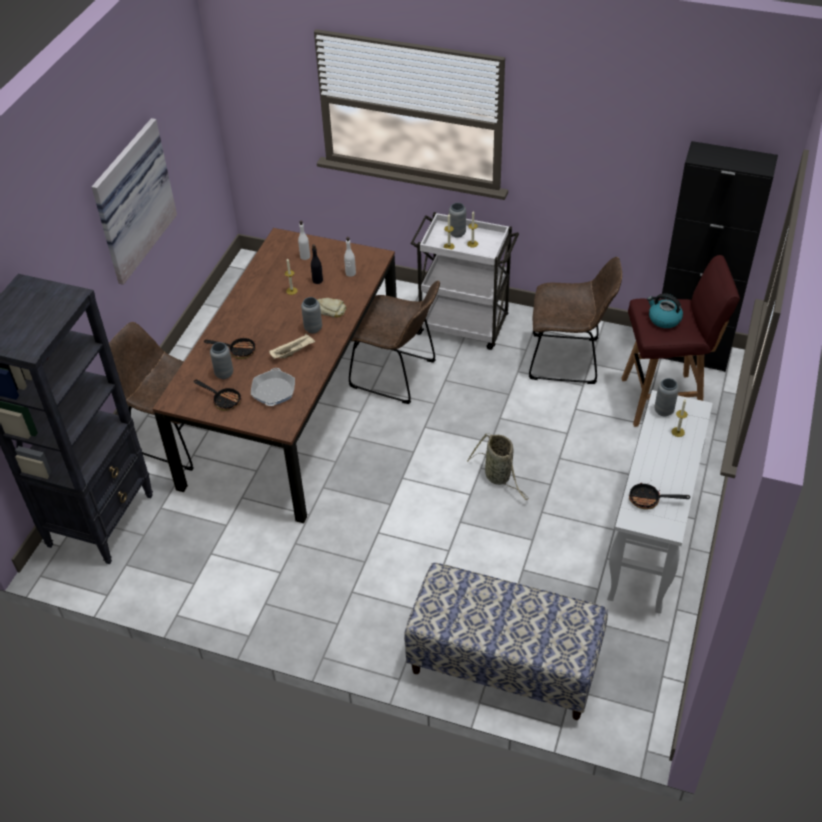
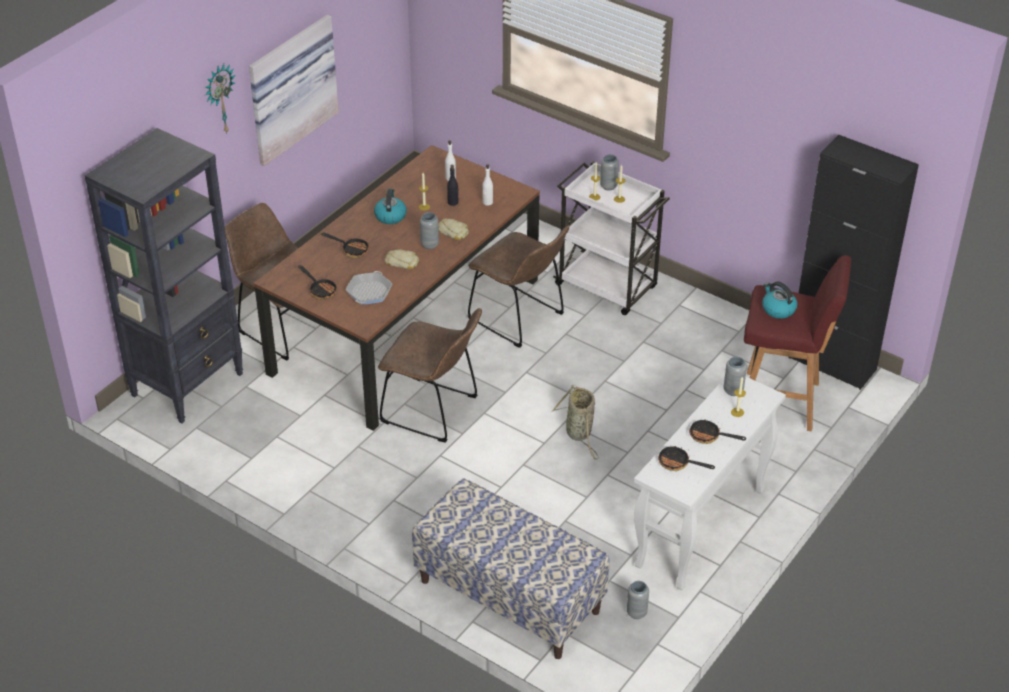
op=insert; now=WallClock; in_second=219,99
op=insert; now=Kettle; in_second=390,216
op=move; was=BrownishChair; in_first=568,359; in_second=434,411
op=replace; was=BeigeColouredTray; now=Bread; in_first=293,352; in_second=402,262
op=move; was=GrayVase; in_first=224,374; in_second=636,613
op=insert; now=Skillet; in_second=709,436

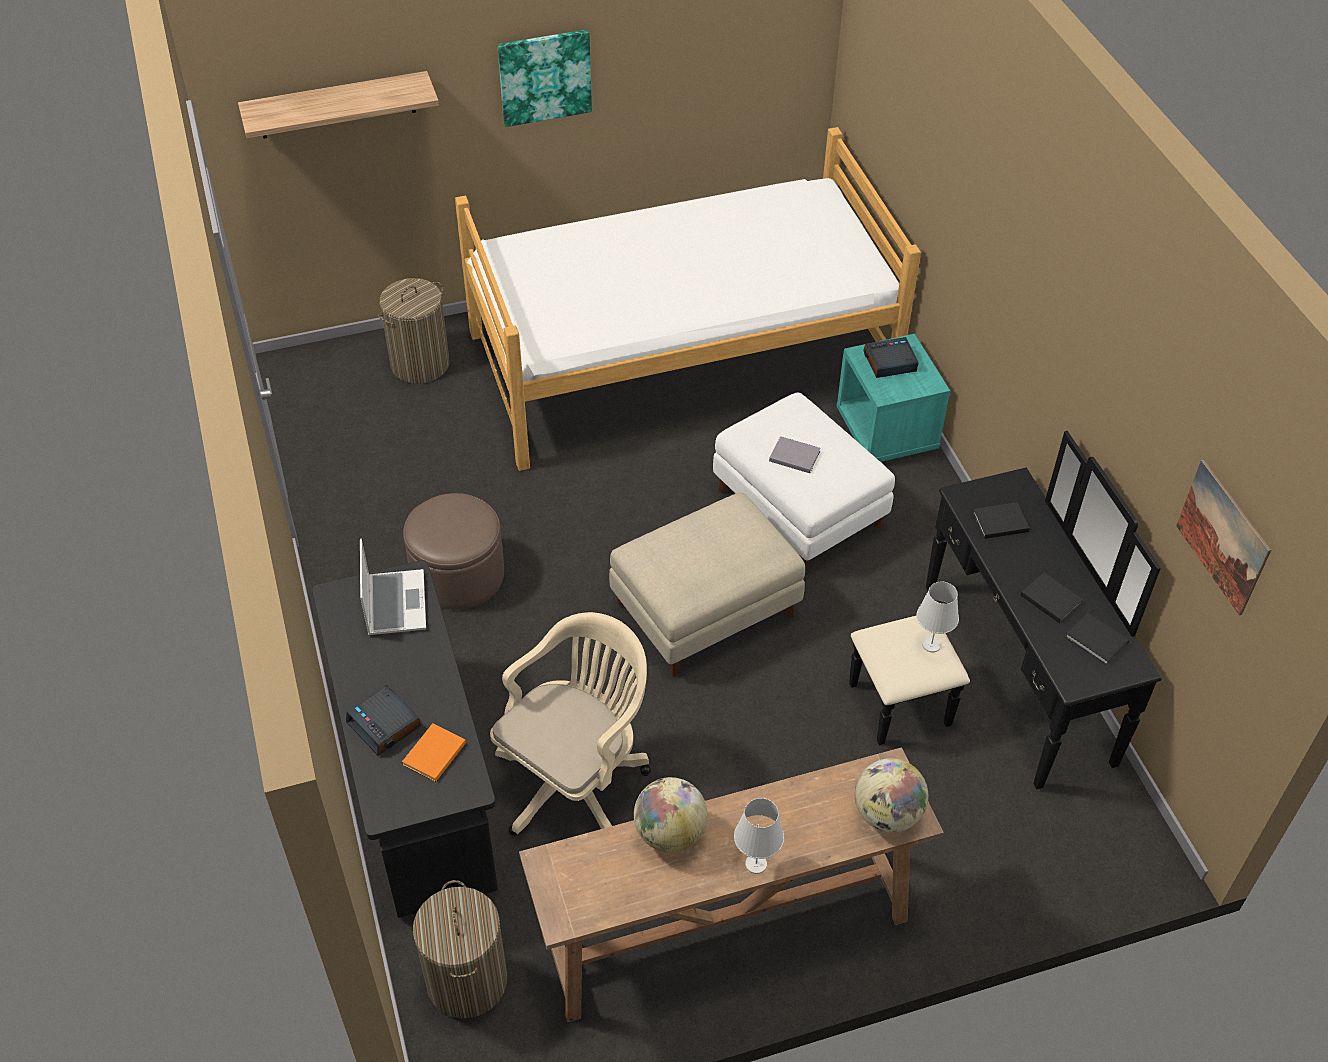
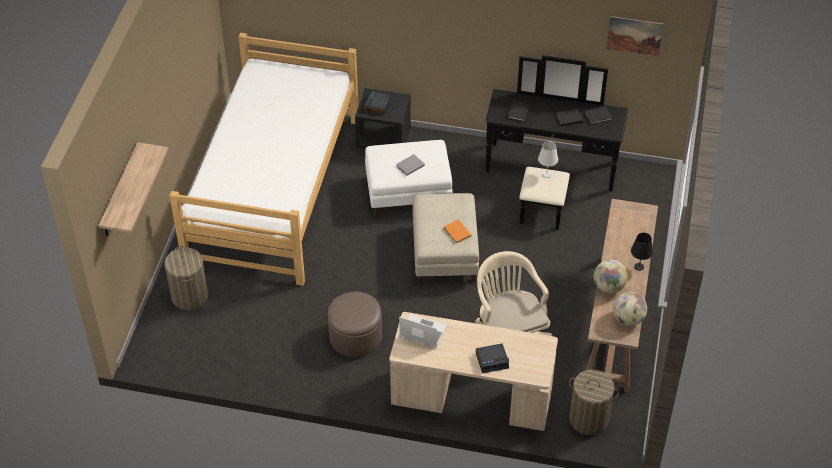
op=recolor; was=TurquoiseNightTable; now=BlackishNightTable; in_first=887,431; in_second=384,139
op=recolor; was=BlackishDeskUnit; now=BeigeColouredDeskUnit; in_first=416,780; in_second=471,399
op=move; was=OrangeBoundBook; in_first=432,754; in_second=457,233
op=move; was=WorldGlobe; in_first=887,814; in_second=628,319
op=recolor; was=WhitishTabletopLamp; now=BlackishTabletopLamp; in_first=755,864; in_second=639,267
op=delete; was=WallPicture; in_first=544,76

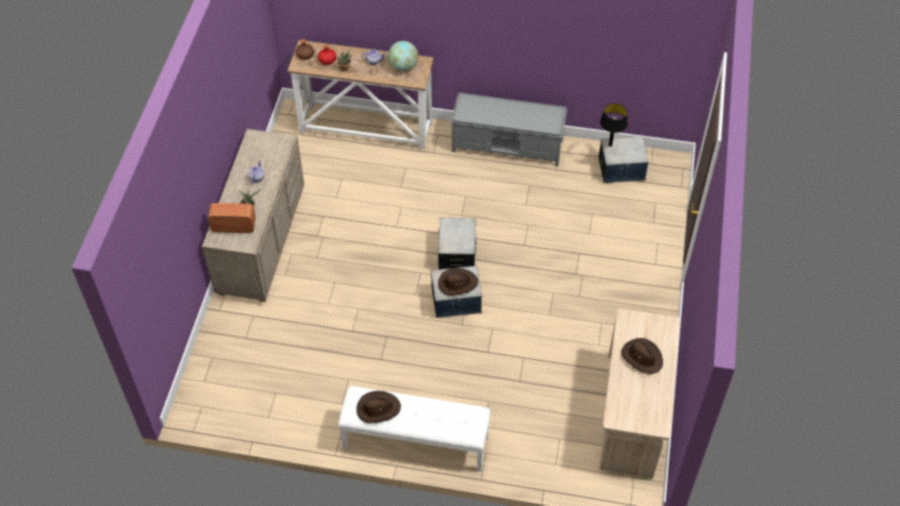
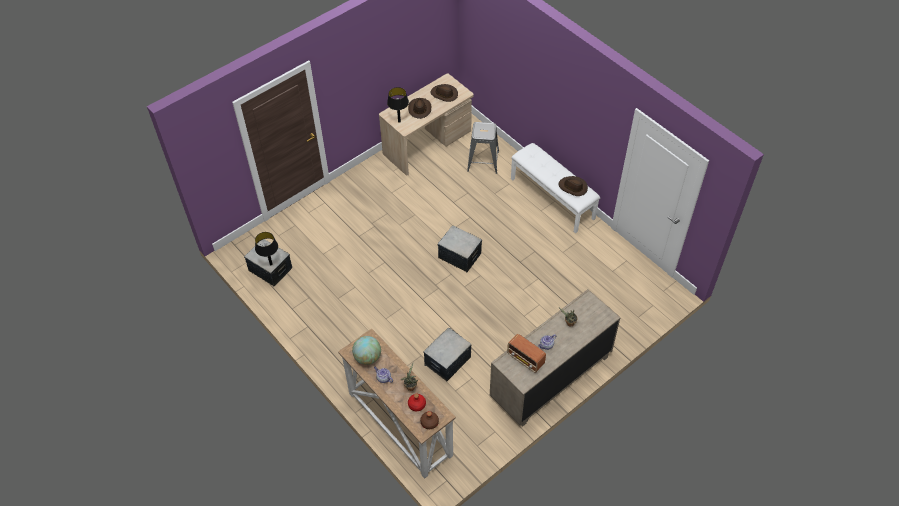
op=insert; now=BlackishTabletopLamp; in_second=399,121
op=move; was=StorageContainer; in_first=457,254; in_second=447,361
op=move; was=BrownishClothingHat; in_first=457,283; in_second=444,94
op=insert; now=GrayStool; in_second=483,161
op=move; was=RadioReceiver; in_first=233,226; in_second=526,359
op=delete; was=GrayBench; in_first=508,145

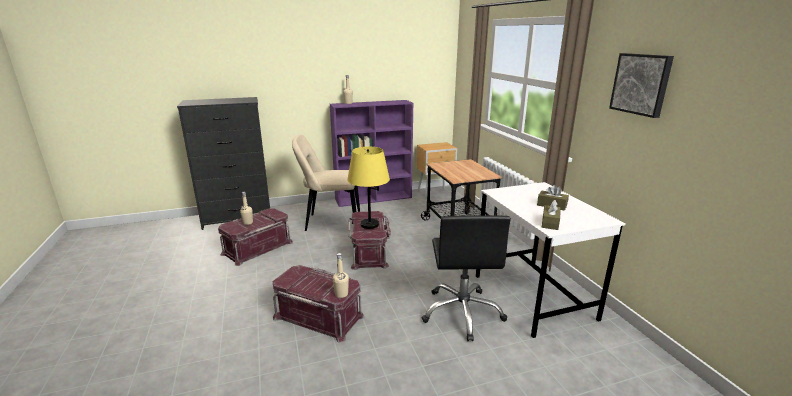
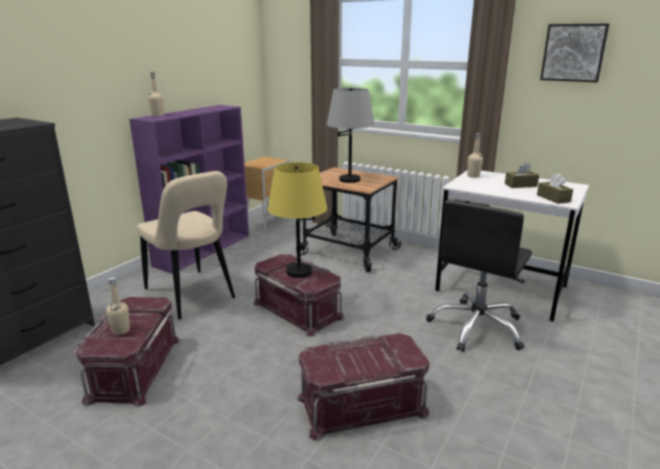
op=rotate; was=BeigeColouredChair; in_first=330,222; in_second=192,295; clockwise=-90
op=insert; now=GrayTabletopLamp; in_second=349,179
op=rotate; was=BlackishComputerChair; in_first=462,312; in_second=477,327; clockwise=75
op=move; was=BeigeColouredDrinkBottle; in_first=341,294; in_second=473,176

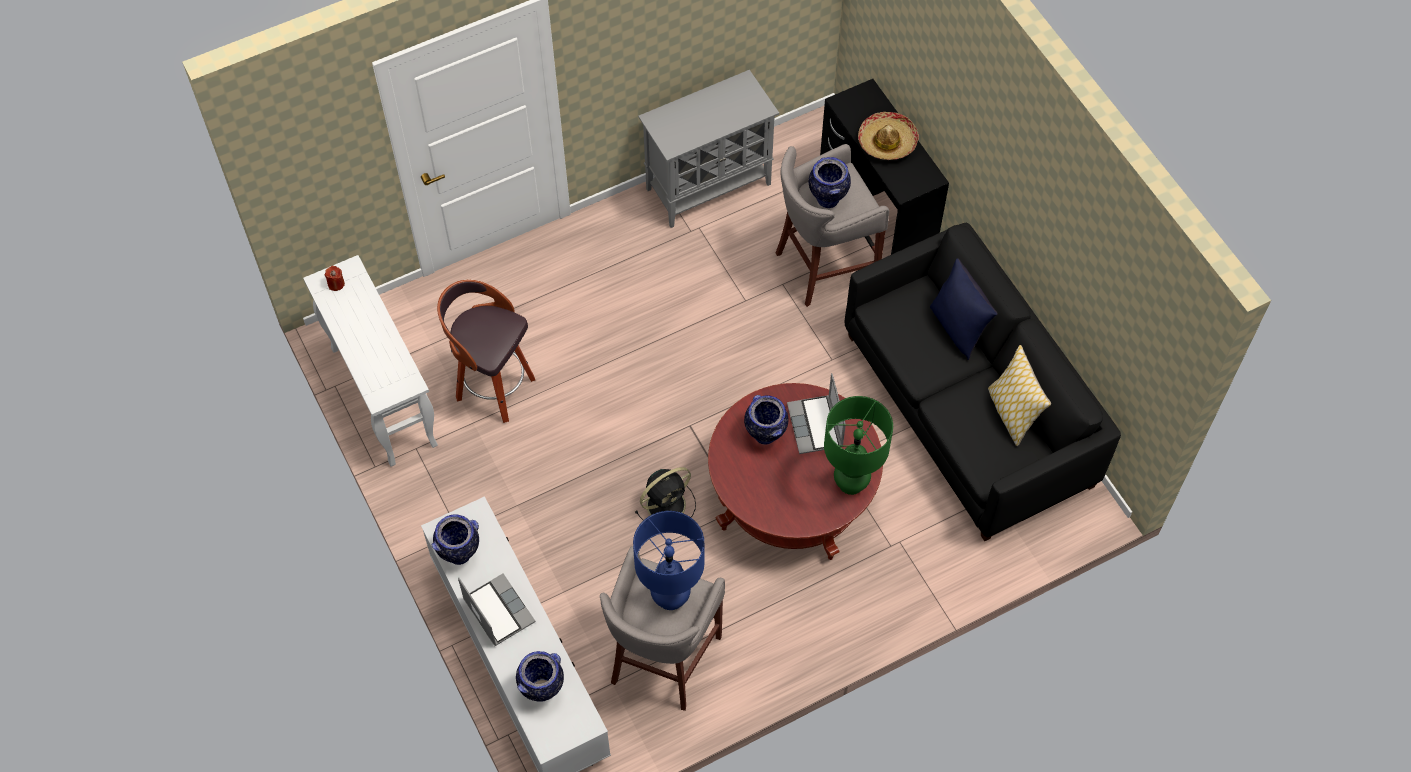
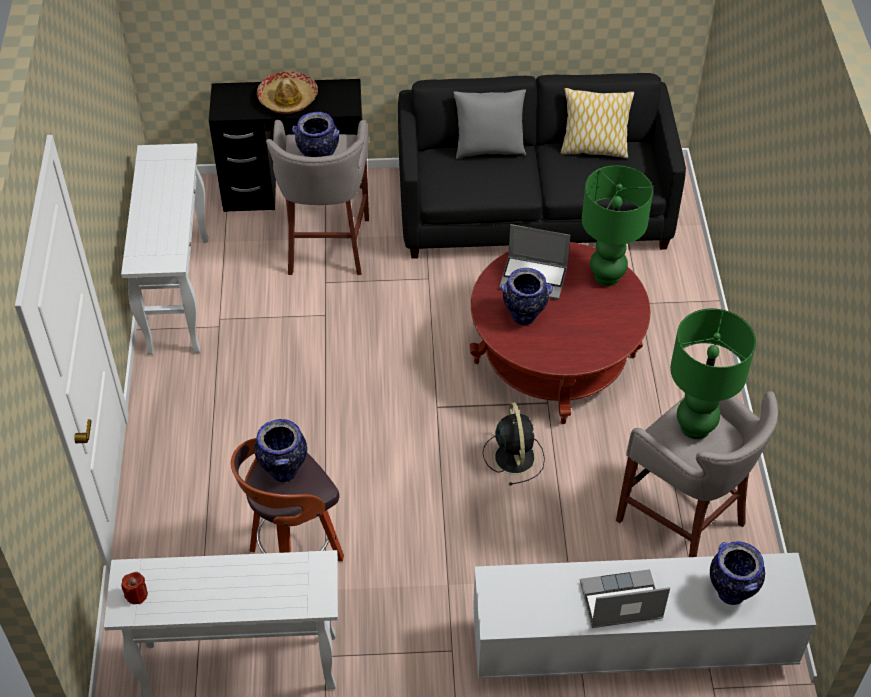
op=replace; was=GrayCupboard; now=WhitishHallTable; in_first=709,186; in_second=178,294
op=move; was=Vase; in_first=460,554; in_second=283,471
op=recolor; was=BlueThrowPillow; now=GrayThrowPillow; in_first=958,328; in_second=489,149
op=recolor; was=BlueTabletopLamp; now=GreenColouredTabletopLamp; in_first=670,597; in_second=694,427

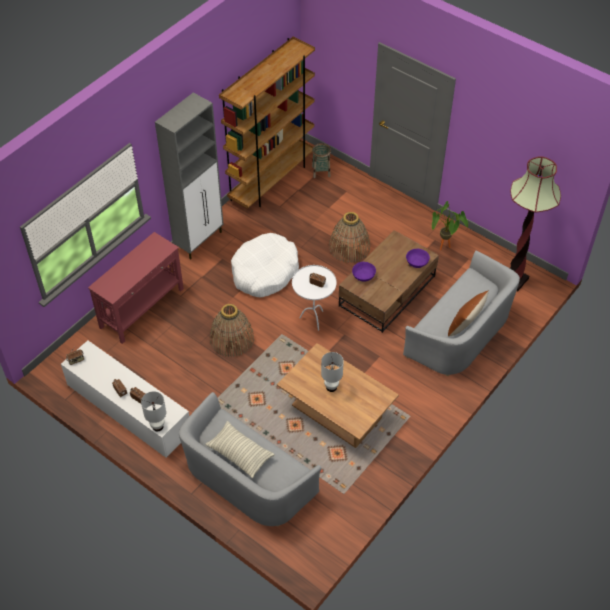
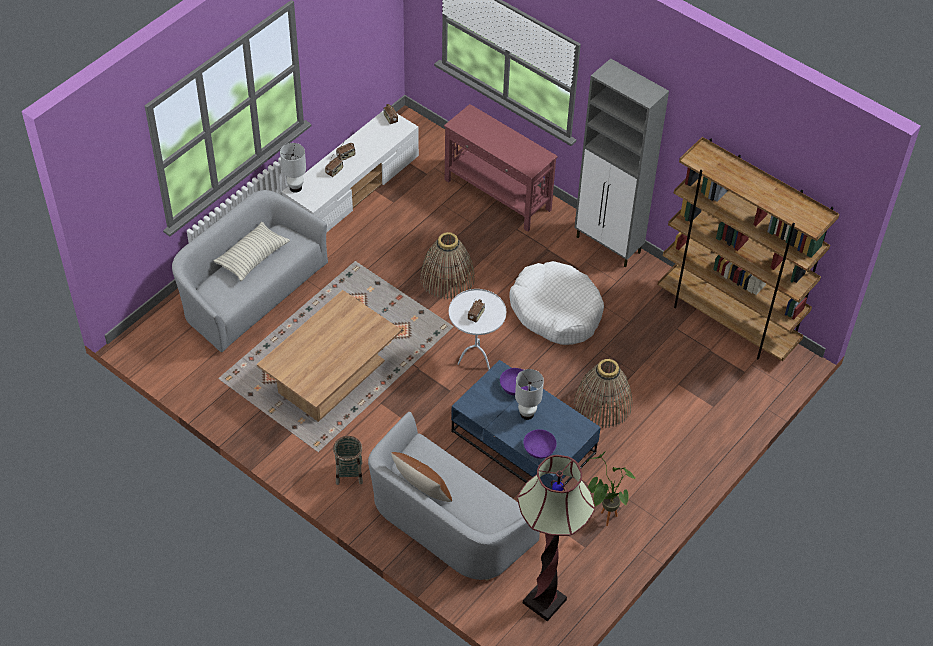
op=move; was=HouseholdBasket; in_first=321,171; in_second=349,473
op=recolor; was=BrownishLoungeTable; now=BlueLoungeTable; in_first=387,291; in_second=522,442
op=move; was=WhitishTabletopLamp; in_first=331,387; in_second=527,414

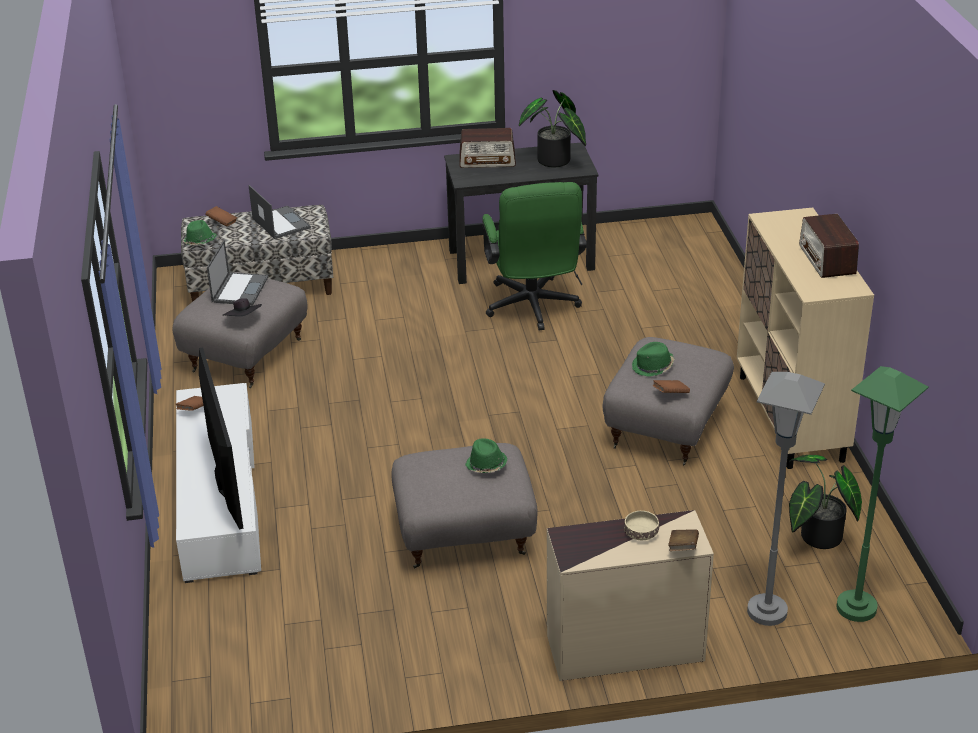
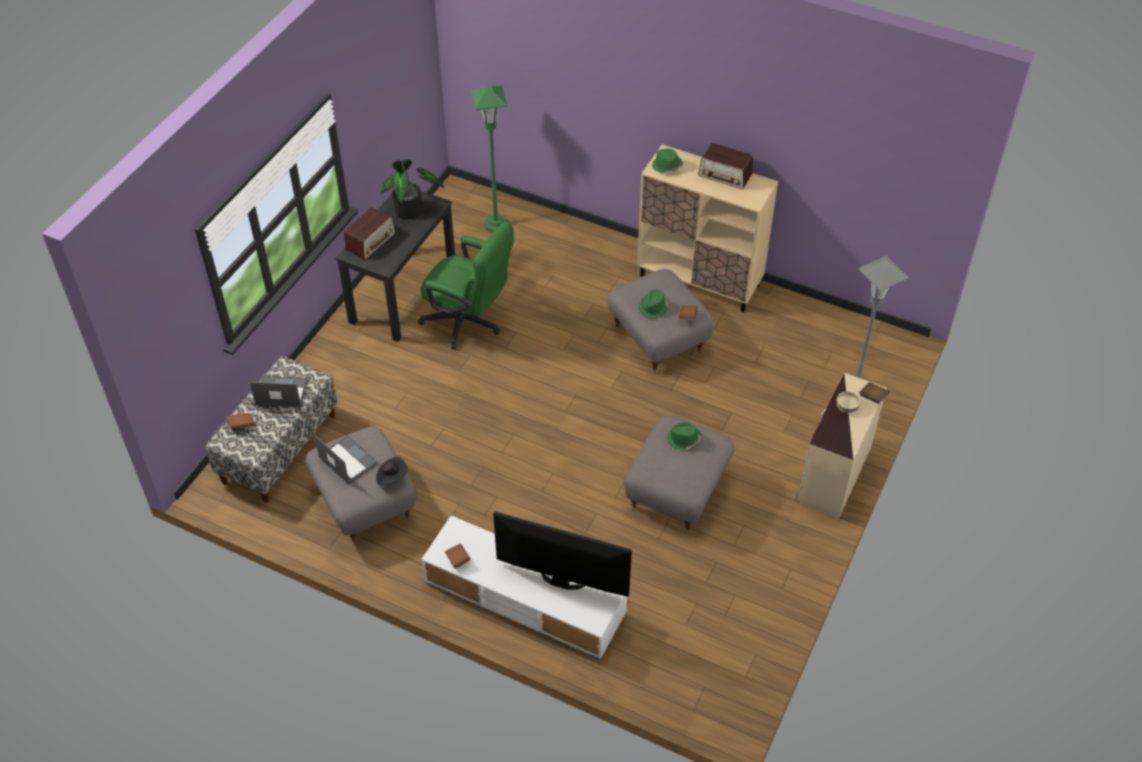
op=move; was=GreenColouredFloorLamp; in_first=856,608; in_second=496,225
op=move; was=GreenColouredClothingHat; in_first=200,242; in_second=666,166
op=delete; was=PlantInAPot; in_first=816,537

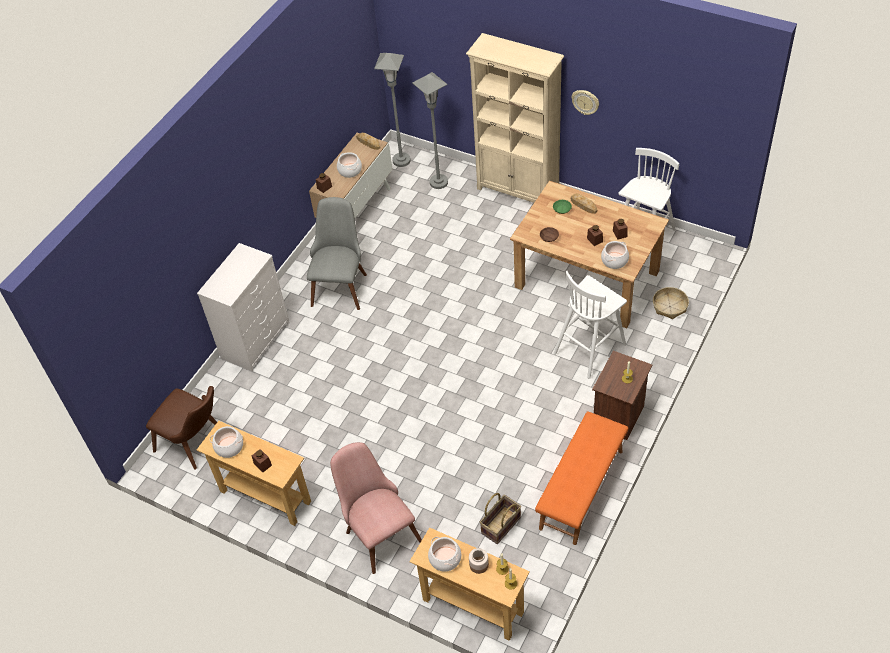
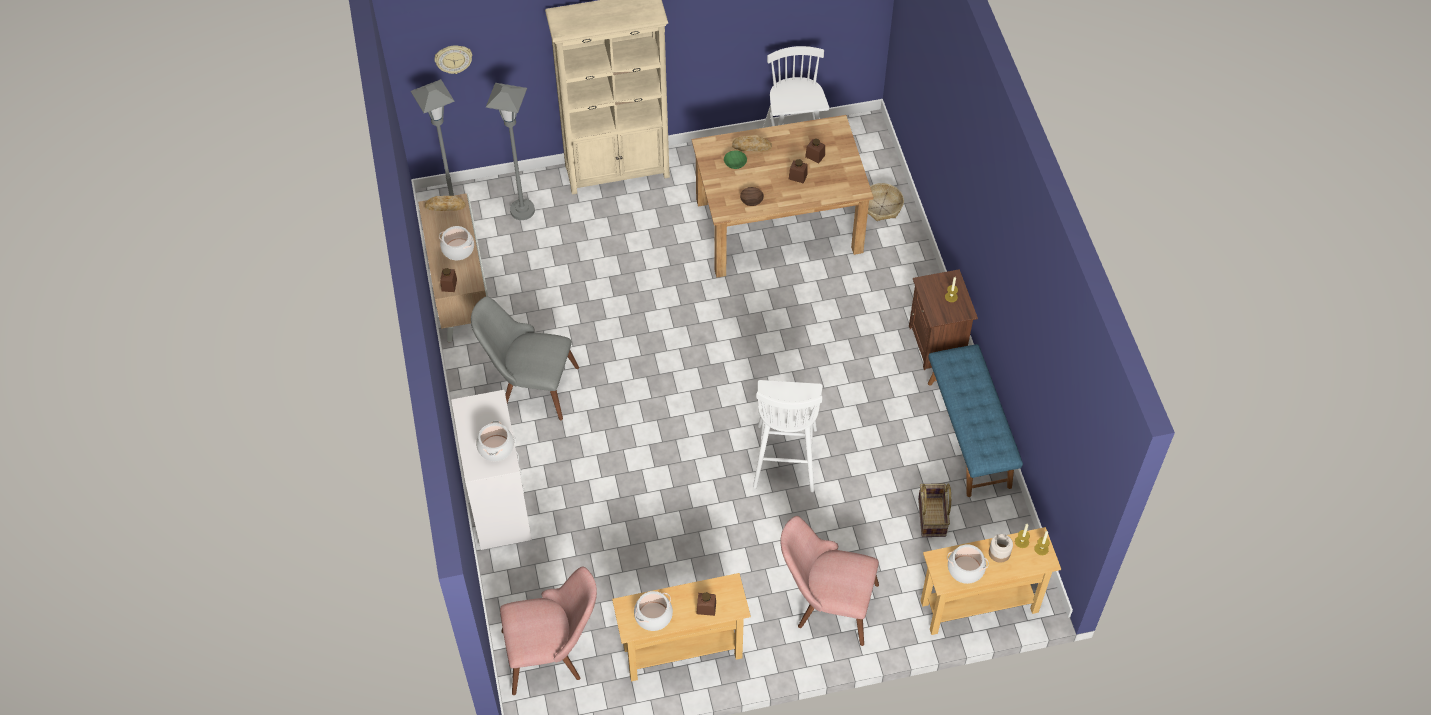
op=move; was=WallClock; in_first=585,102; in_second=453,58
op=rotate; was=GrayChair; in_first=341,283; in_second=529,385; clockwise=-45
op=move; was=Stockpot; in_first=614,261; in_second=496,448
op=recolor; was=BrownishChair; now=PinkishChair; in_first=197,443; in_second=552,652
op=move; was=WhitishStool; in_first=590,348; in_second=785,456
op=recolor; was=OrangeBench; now=BlueBench; in_first=582,489; in_second=969,434

